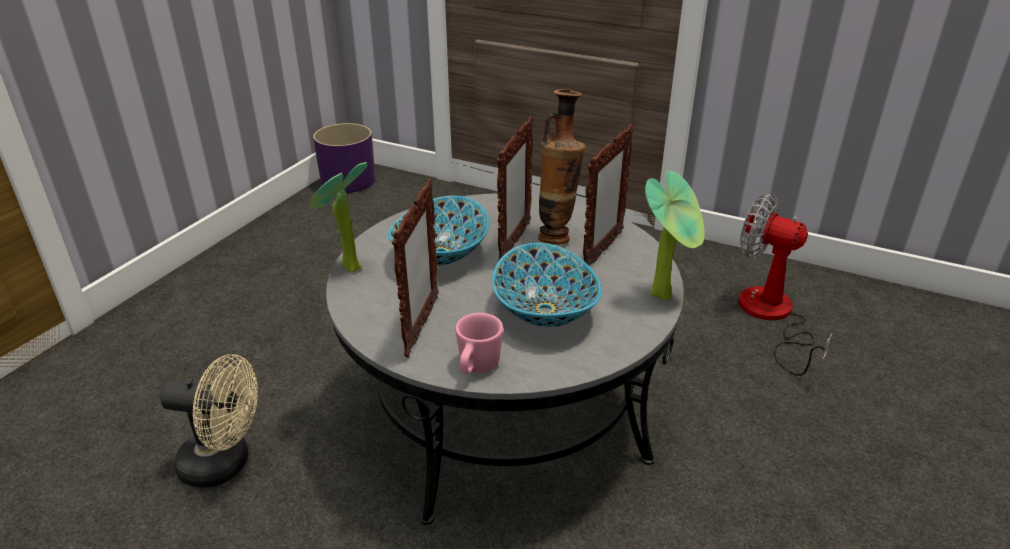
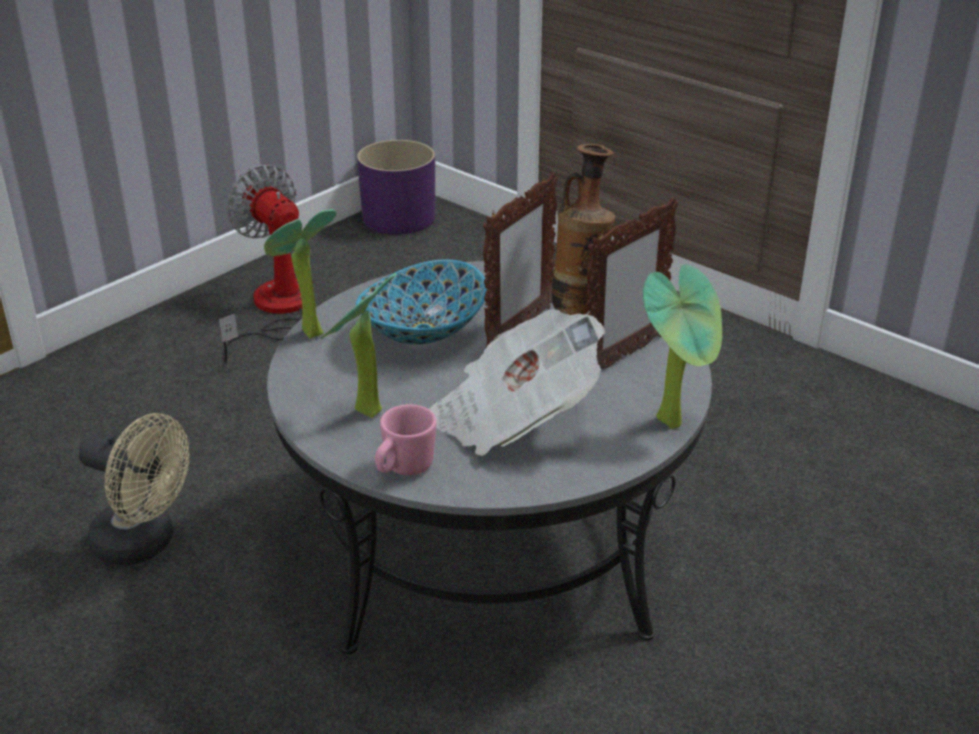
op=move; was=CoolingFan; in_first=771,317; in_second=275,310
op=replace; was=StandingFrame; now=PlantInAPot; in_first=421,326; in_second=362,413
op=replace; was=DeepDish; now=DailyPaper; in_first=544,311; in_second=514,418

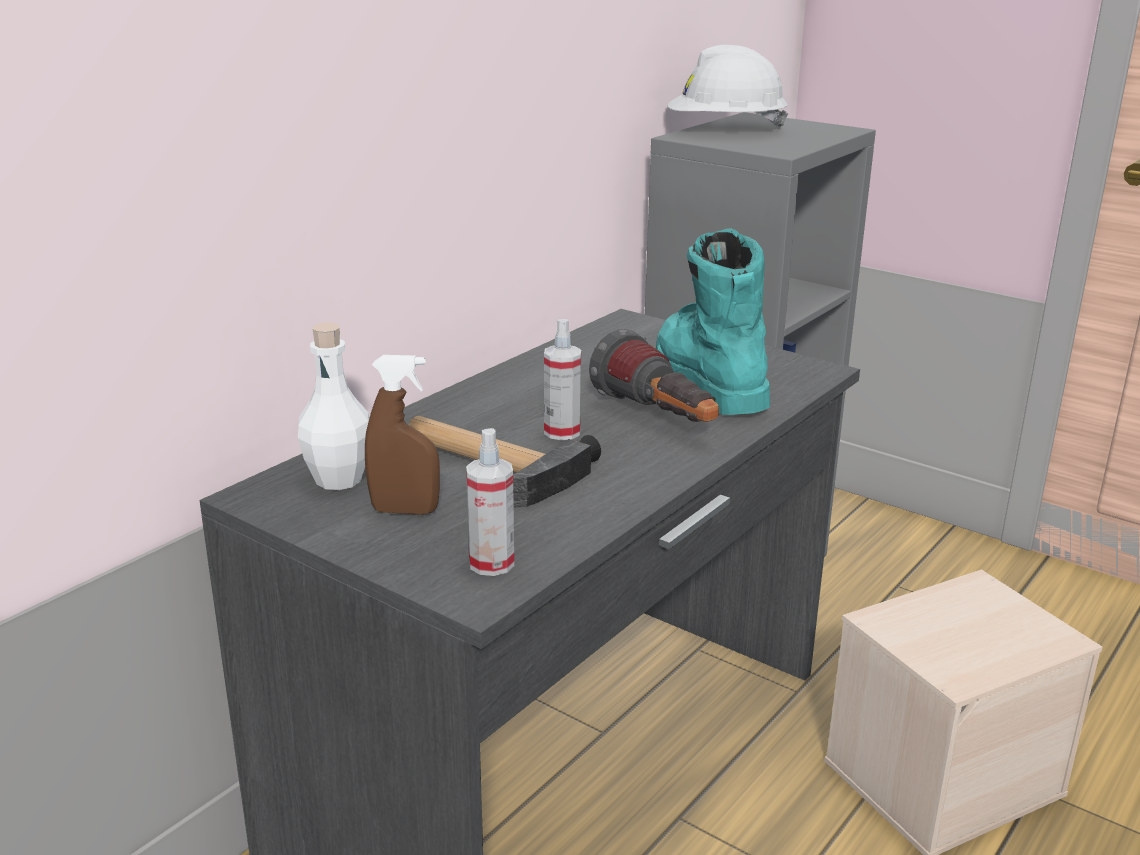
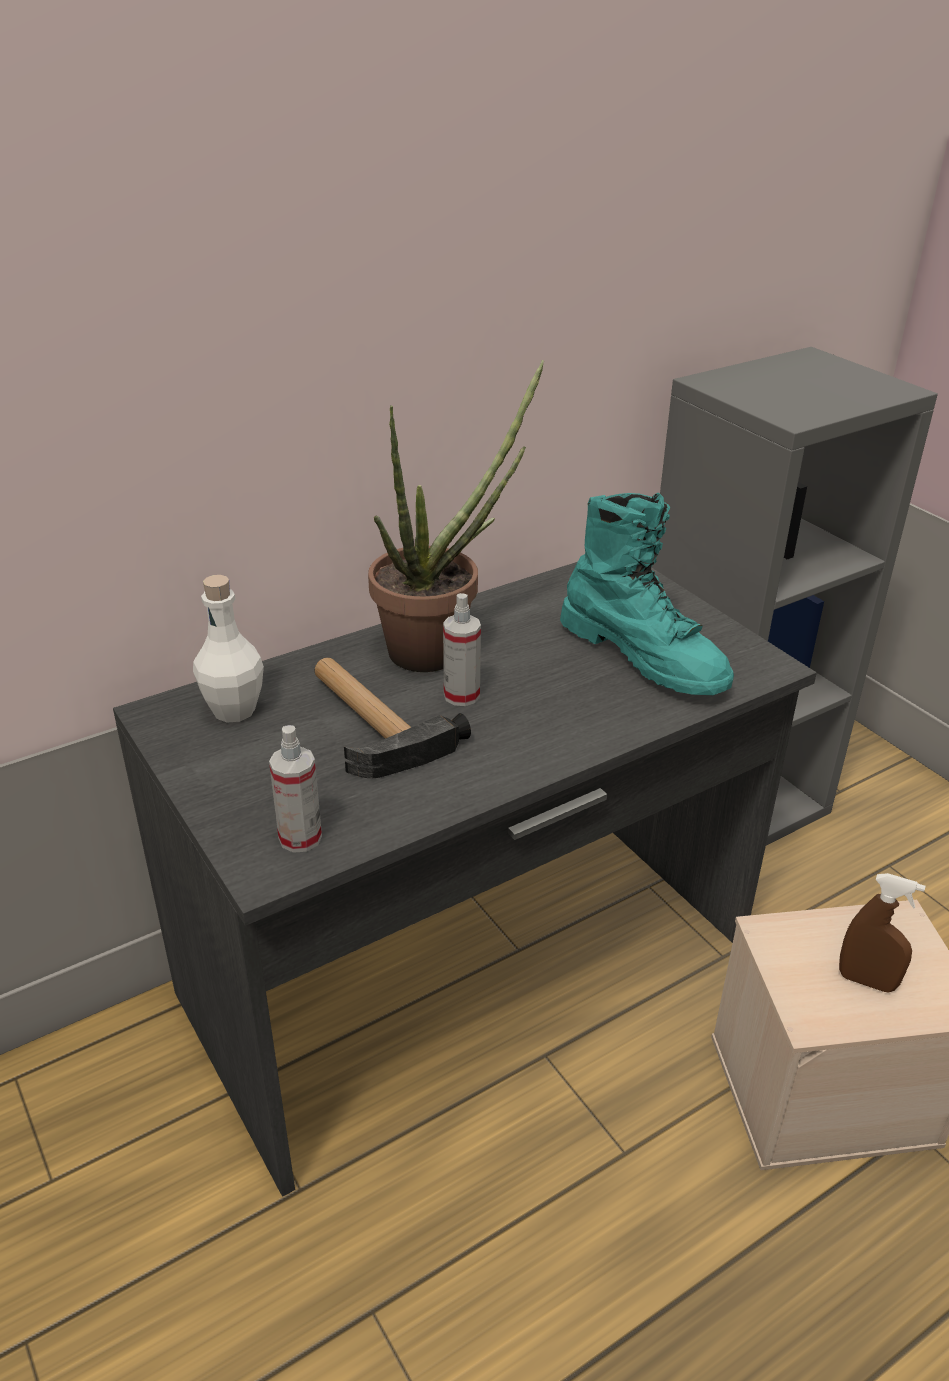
op=insert; now=PlantInAPot; in_second=440,647
op=rotate; was=TurquoiseTallBoot; in_first=706,379; in_second=644,656; clockwise=135
op=move; was=BrownishSprayer; in_first=405,510; in_second=866,981
op=delete; was=HandTorch; in_first=658,419
op=delete; was=WhitishSafetyHelmet; in_first=725,130

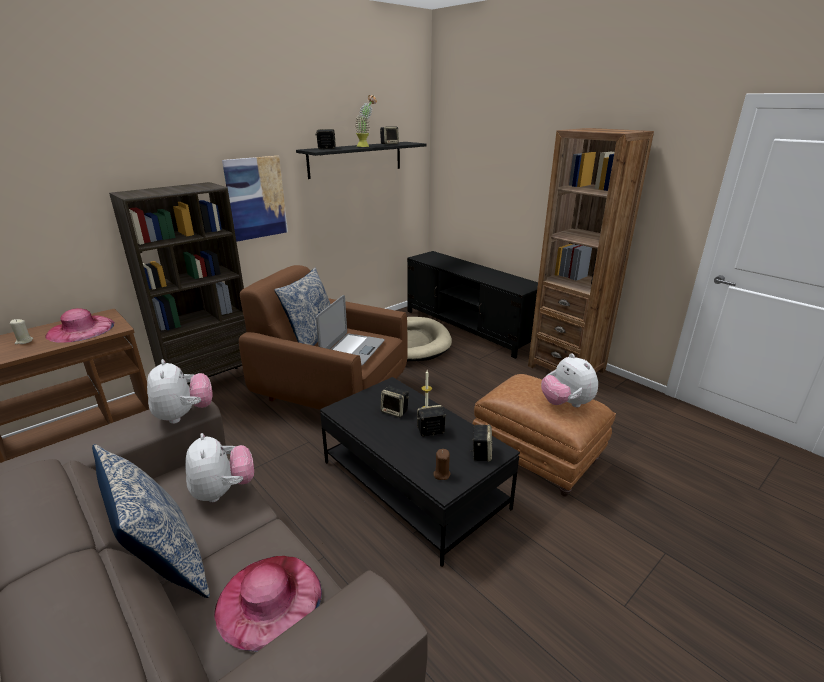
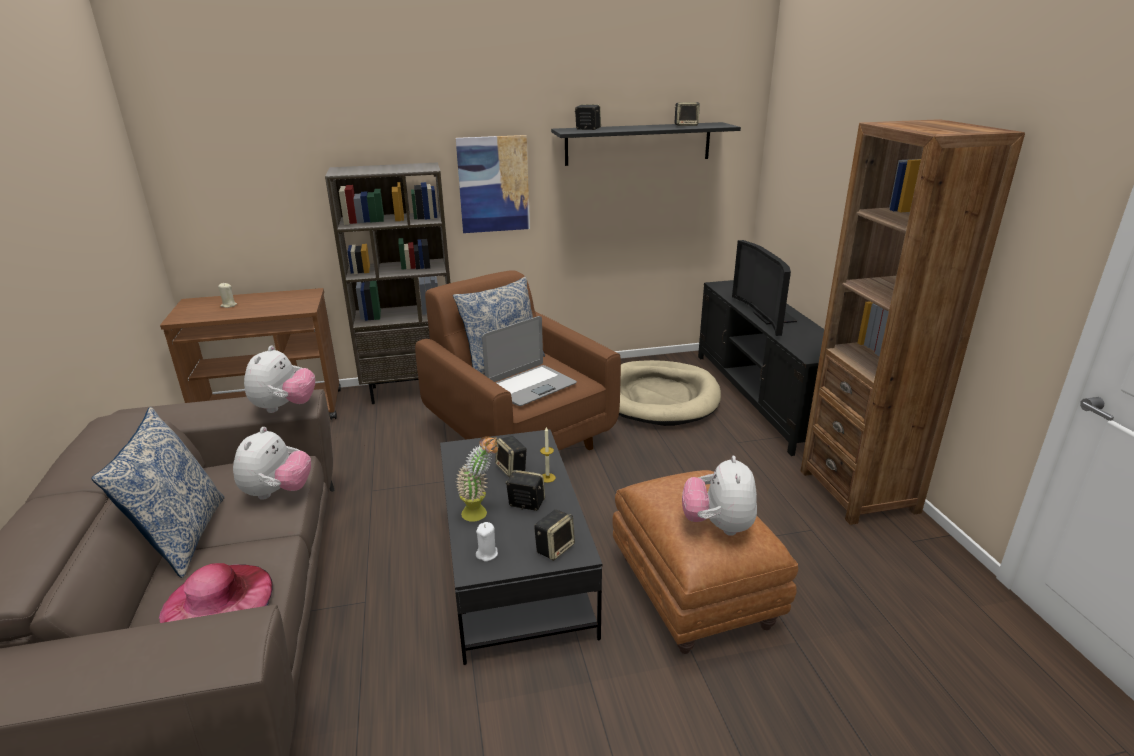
op=move; was=PlantInAPot; in_first=366,146; in_second=481,514
op=recolor; was=BrownishWaxCandle; now=WhitishWaxCandle; in_first=441,474; in_second=487,554
op=insert; now=Tv; in_second=768,317
op=delete; was=PinkishClothingHat; in_first=80,329

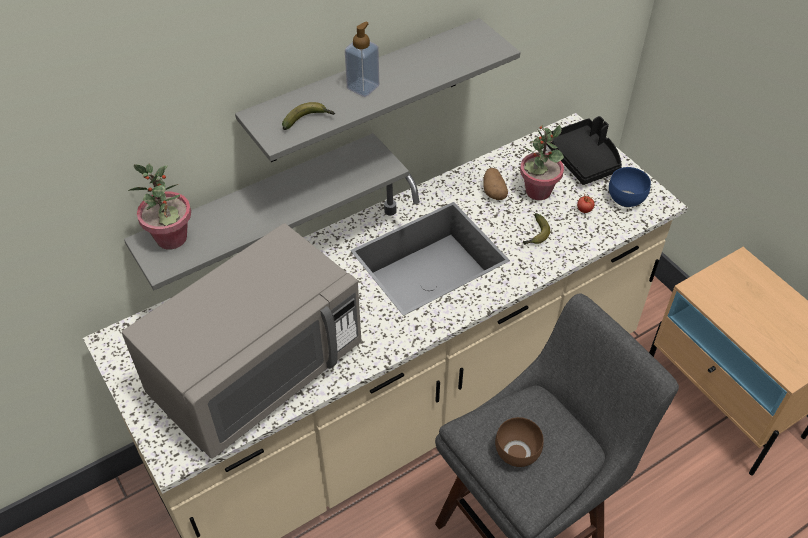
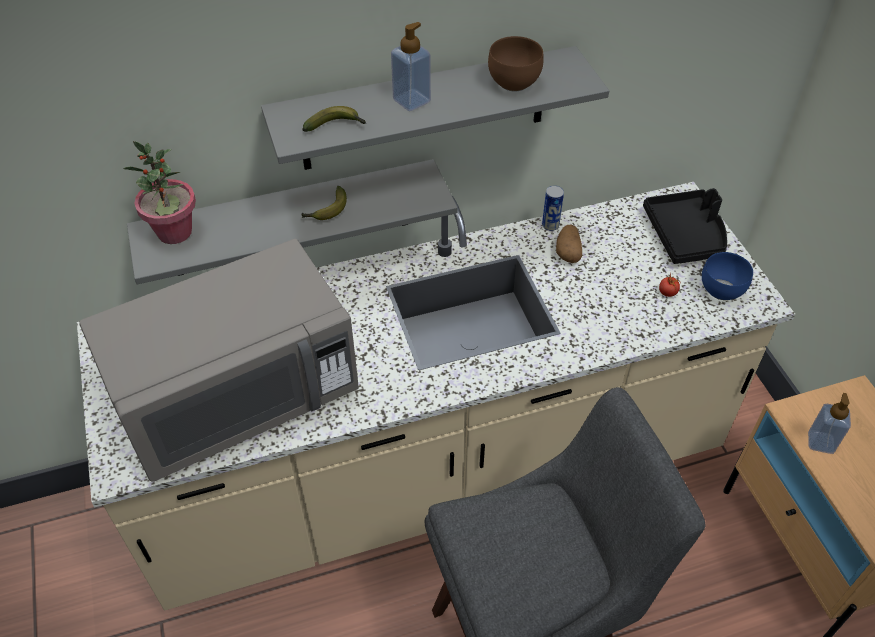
op=move; was=Banana; in_first=535,235; in_second=327,211
op=move; was=BrownishDeepDish; in_first=515,453; in_second=511,83
op=insert; now=MetalCan; in_second=550,225
op=insert; now=LiquidSoapBottle; in_second=820,442
op=delete; was=PlantInAPot; in_first=537,191

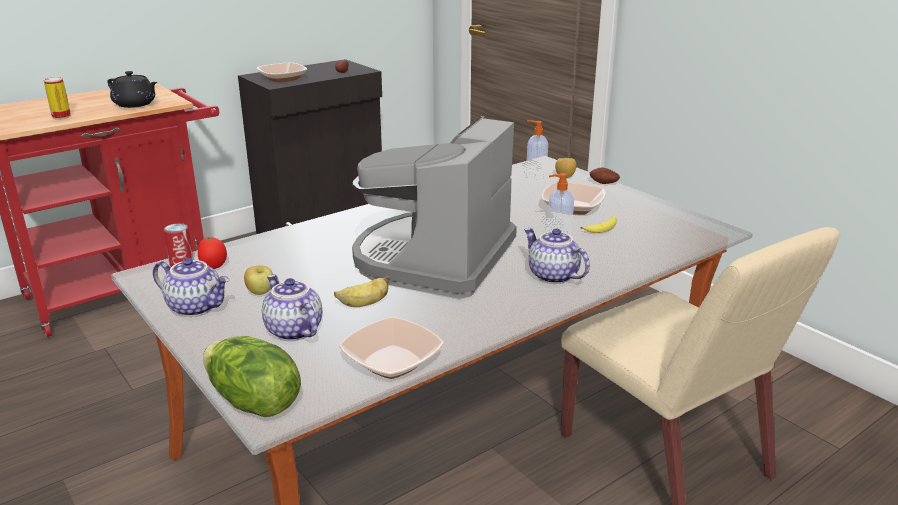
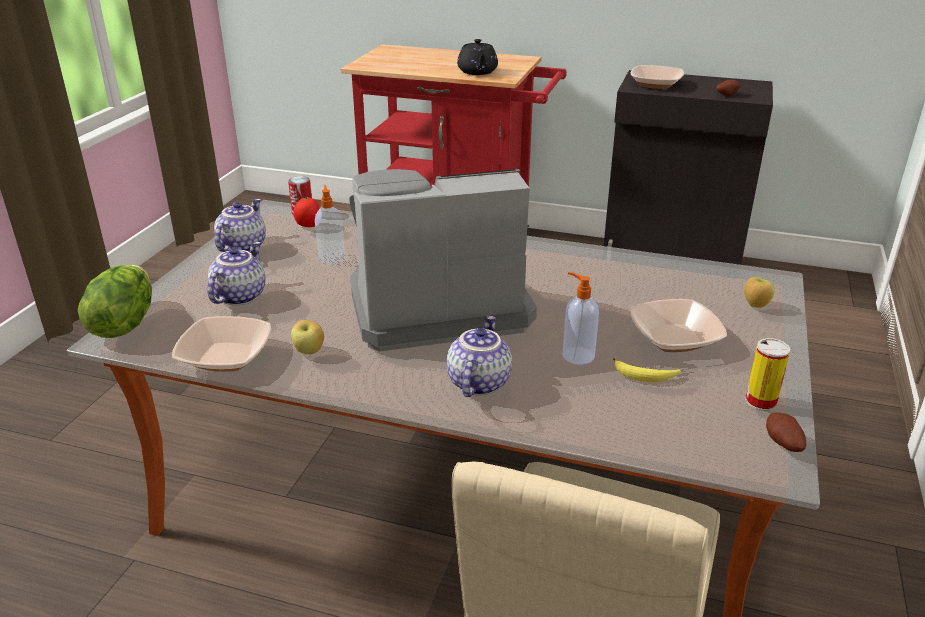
op=rotate; was=Teapot; in_first=196,307; in_second=242,247; clockwise=-150
op=move; was=WholeApple; in_first=261,293; in_second=309,351
op=move; was=LiquidSoapBottle; in_first=535,176; in_second=331,257
op=move; was=MetalCan; in_first=61,116; in_second=760,401
op=move; was=Spud; in_first=603,184; in_second=782,444
op=delete; was=Banana; in_first=364,304

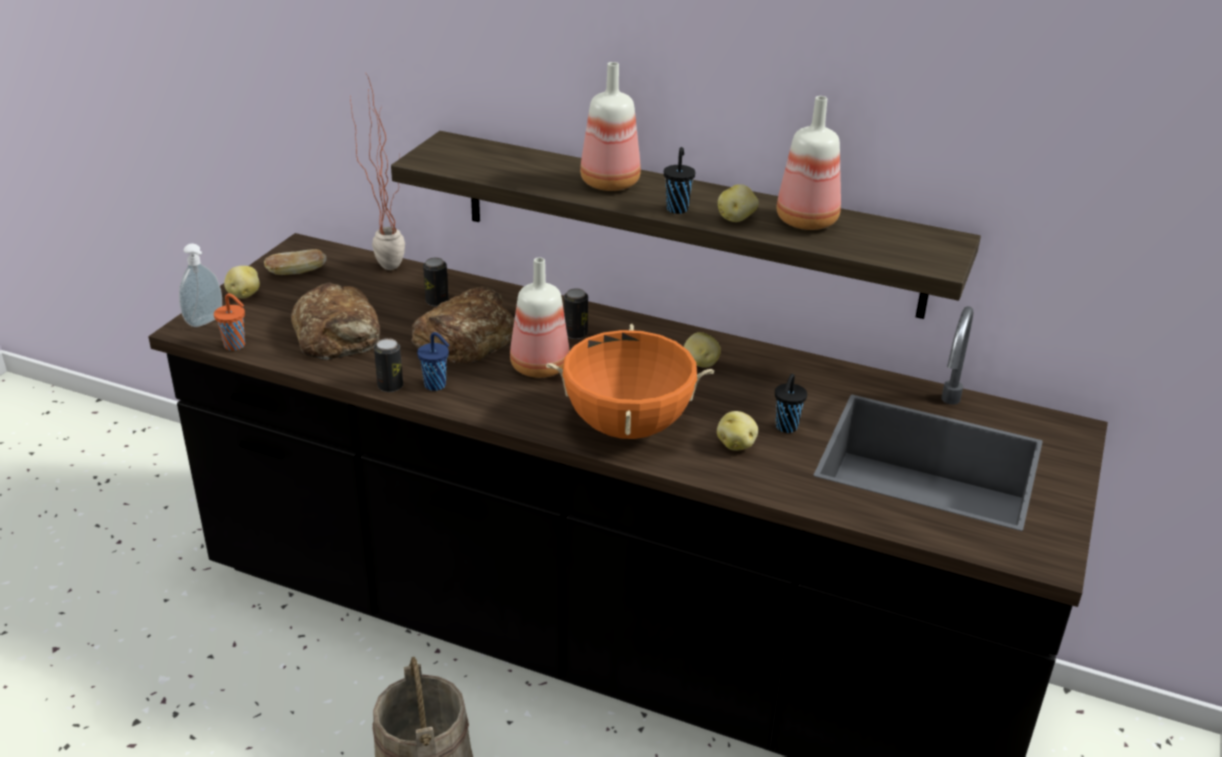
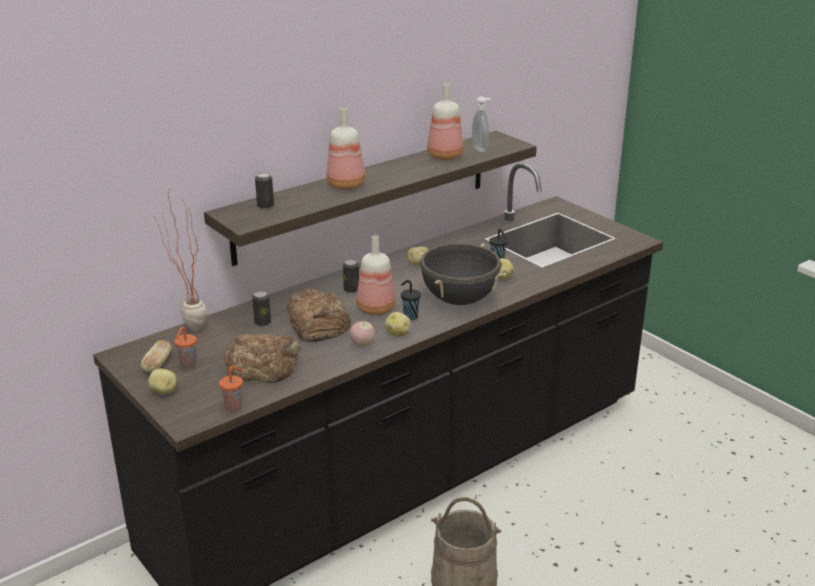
op=insert; now=OrangeCup; in_second=187,364
op=move; was=MetalCan; in_first=390,386; in_second=265,206
op=replace; was=BlueCup; now=WholeApple; in_first=436,385; in_second=362,345
op=move; was=Spud; in_first=736,218; in_second=398,333
op=move; was=BlackishCup; in_first=677,208; in_second=410,316
op=recolor; was=OrangeStockpot; now=BlackishStockpot; in_first=627,426; in_second=459,300
op=move; was=LiquidSoapBottle; in_first=206,322; in_second=481,149

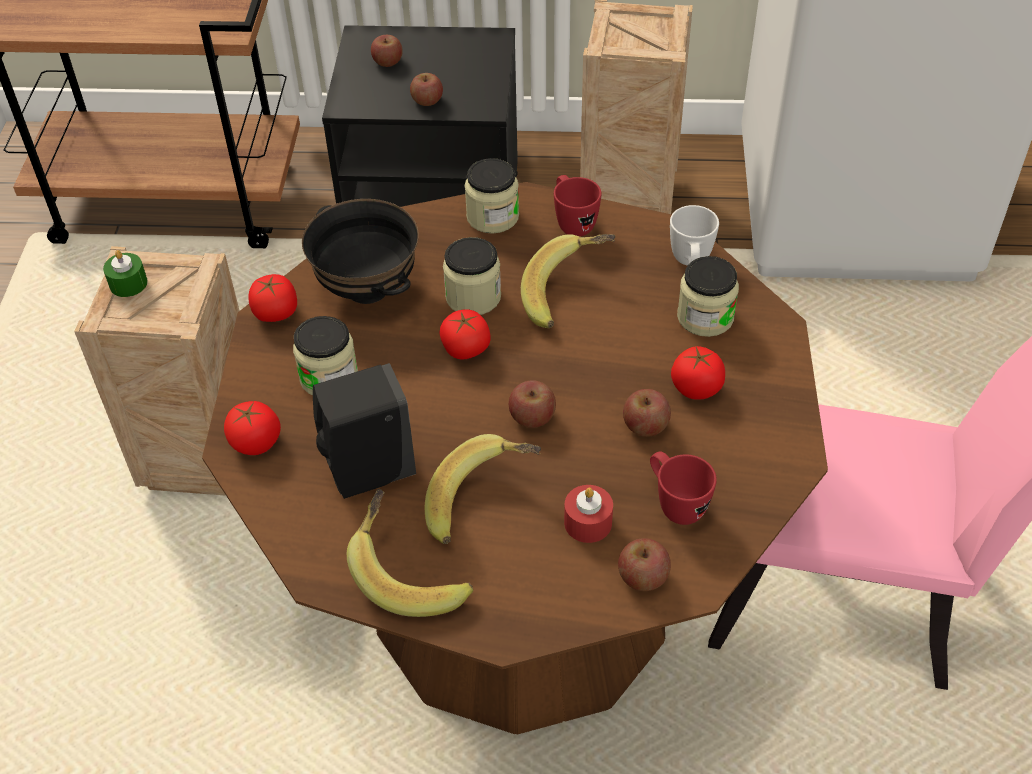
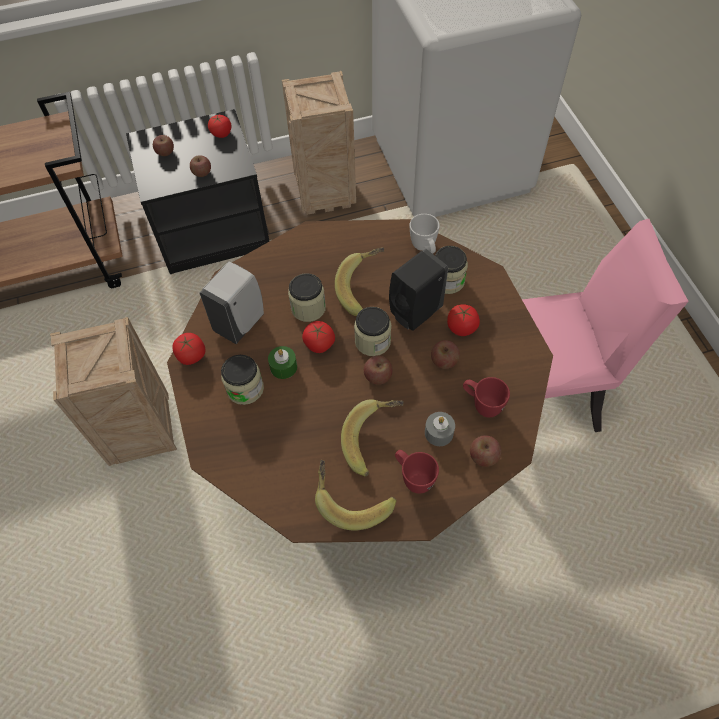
op=replace; was=BlackishDeepDish; now=WhitishLiquidSoapBottle; in_first=366,289; in_second=241,322
op=move; was=Tomato; in_first=256,442; in_second=221,133
op=move; was=GreenColouredWaxCandle; in_first=128,283; in_second=283,367
op=move; was=StorageJar; in_first=492,217; in_second=372,341
op=move; was=BlackishLiquidSoapBottle; in_first=367,473; in_second=414,314
op=move; was=RedCoffeeMug; in_first=572,223; in_second=413,477
op=recolor; was=RedWaxCandle; now=GrayWaxCandle; in_first=588,522; in_second=439,433

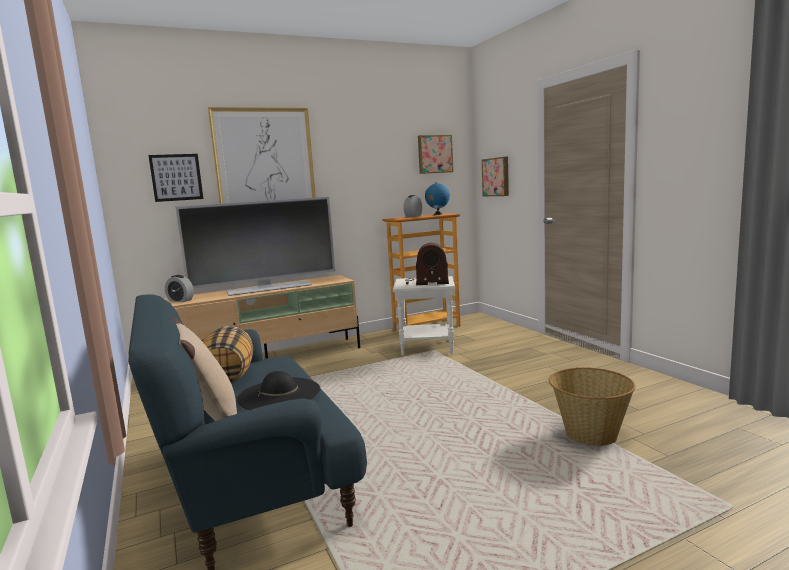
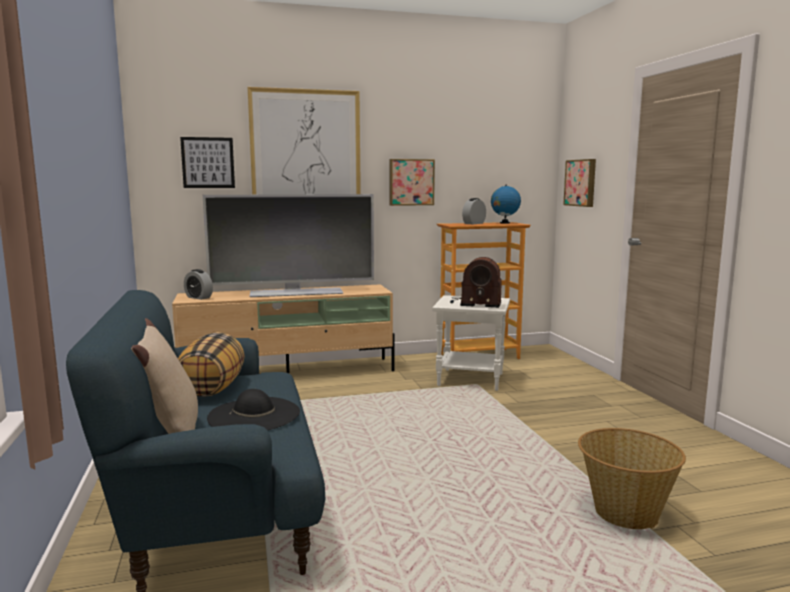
op=move; was=WallPicture; in_first=434,154; in_second=411,182

